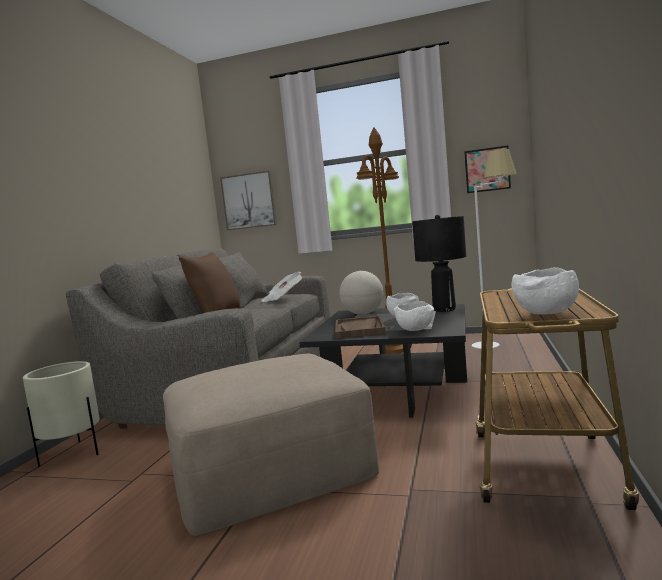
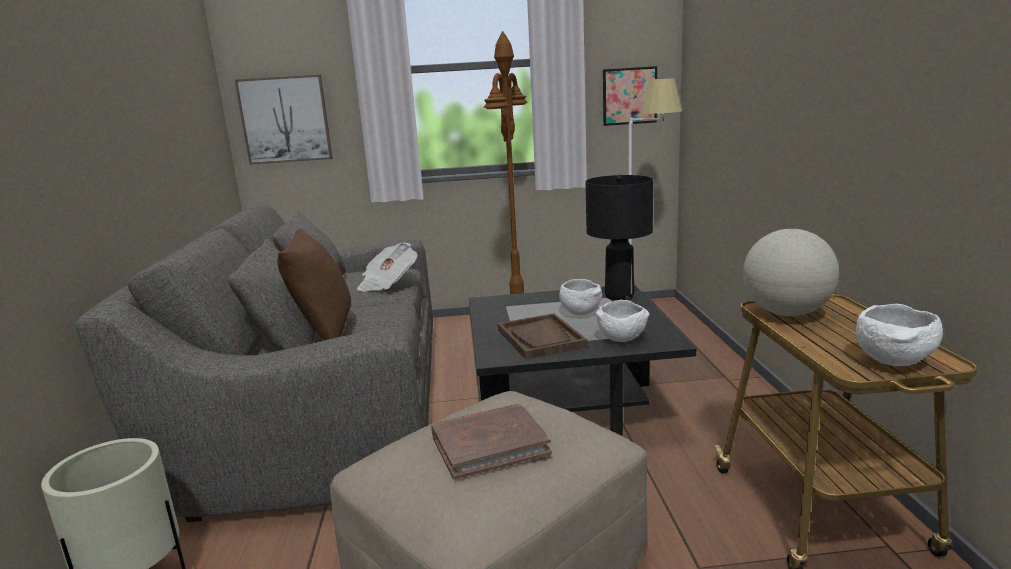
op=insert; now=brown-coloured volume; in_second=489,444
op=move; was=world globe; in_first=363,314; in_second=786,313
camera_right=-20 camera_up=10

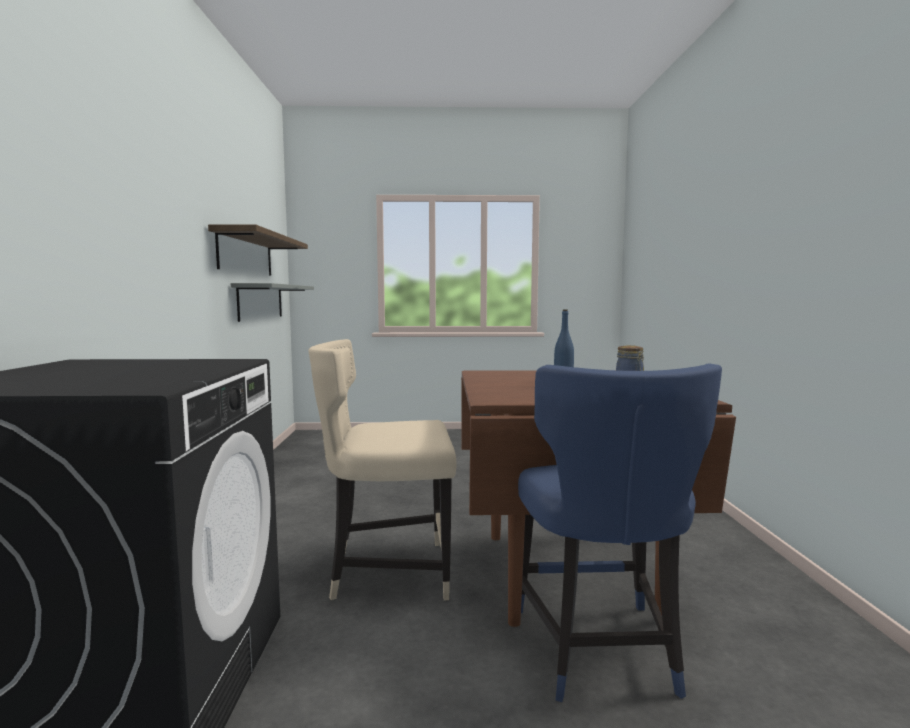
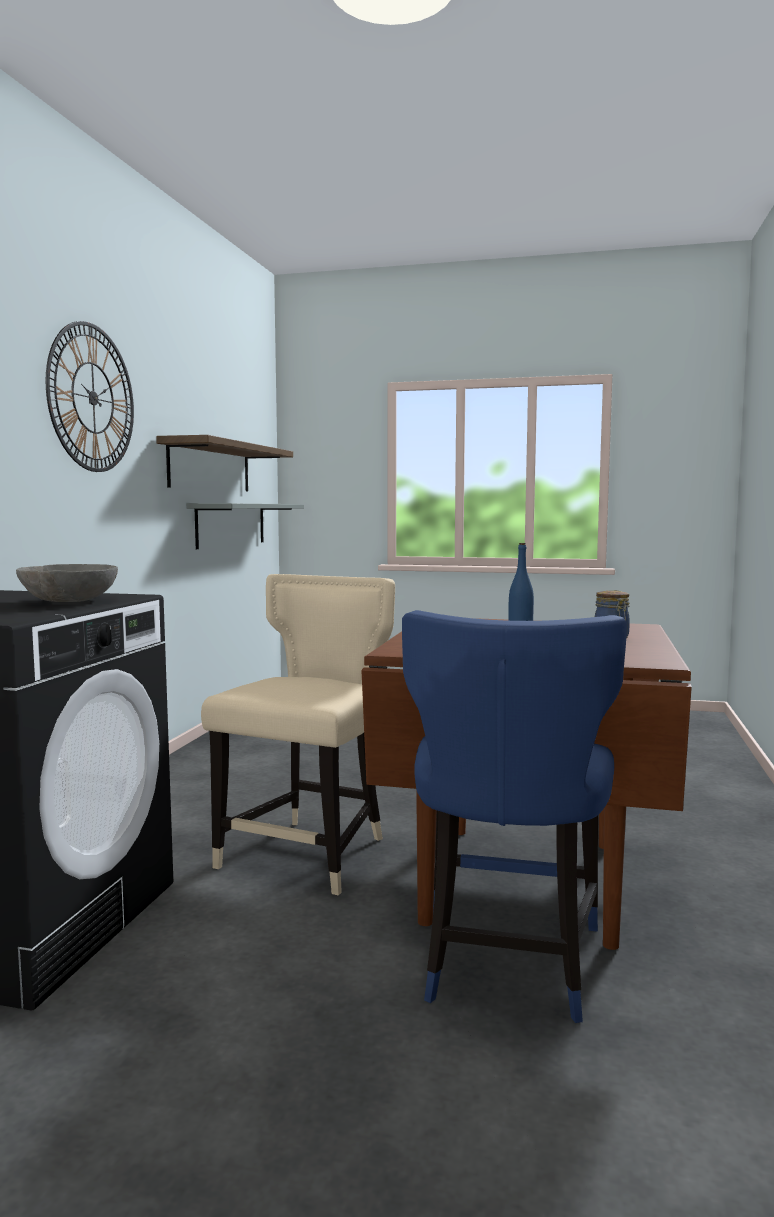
op=insert; now=gray serving bowl; in_second=70,601
op=insert; now=clock on the wall; in_second=92,398
op=rotate; was=sand-coloured upright chair; in_first=387,572; in_second=309,853; clockwise=105
camera_right=15 camera_up=0

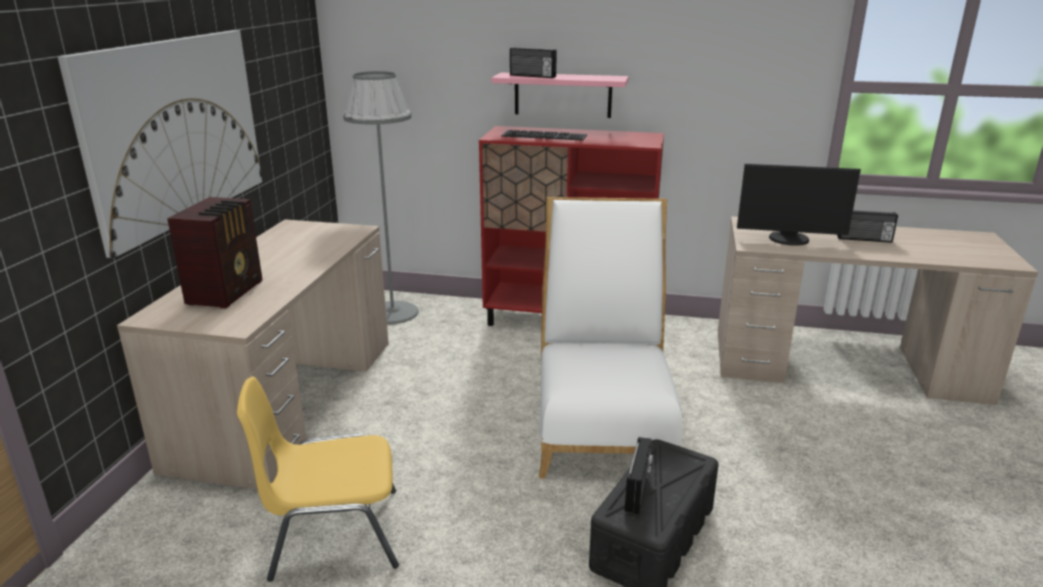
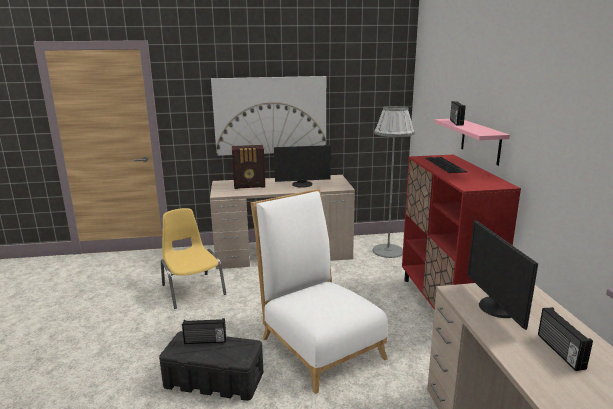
op=rotate; was=whitish upright chair; in_first=602,425; in_second=317,343; clockwise=-105
op=insert; now=computer screen; in_second=302,185
camera_right=70 camera_up=-5

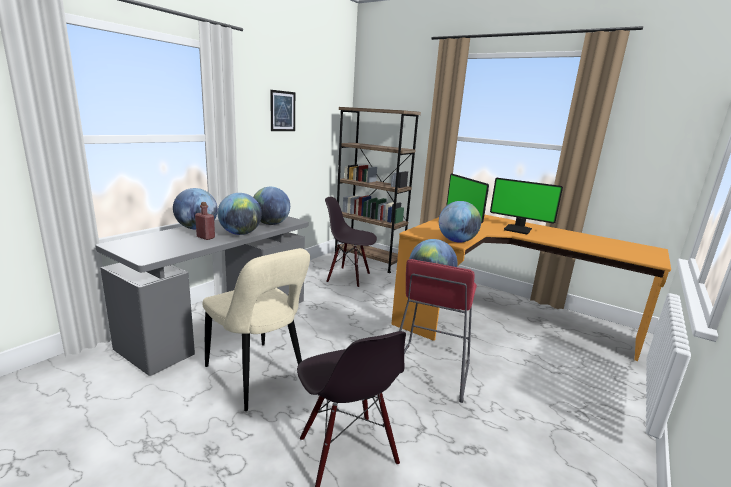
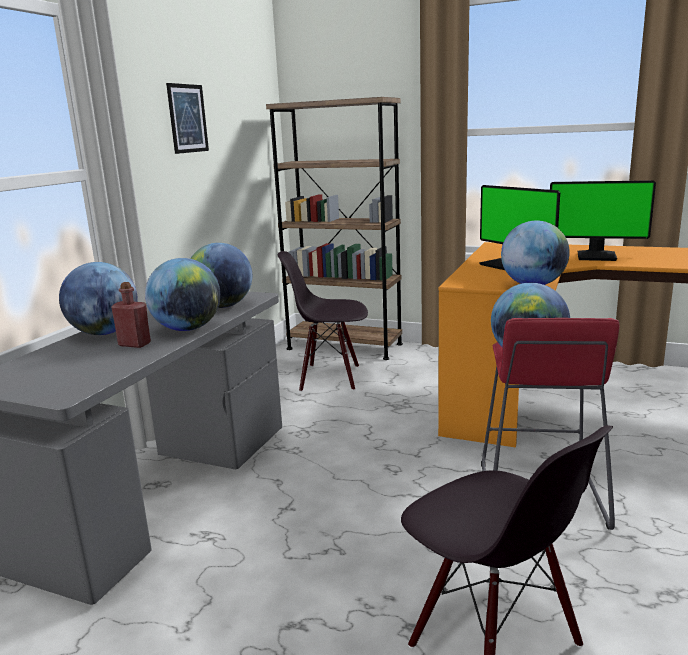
op=delete; was=sand-coloured upright chair; in_first=257,377
camera_right=-10 camera_up=0

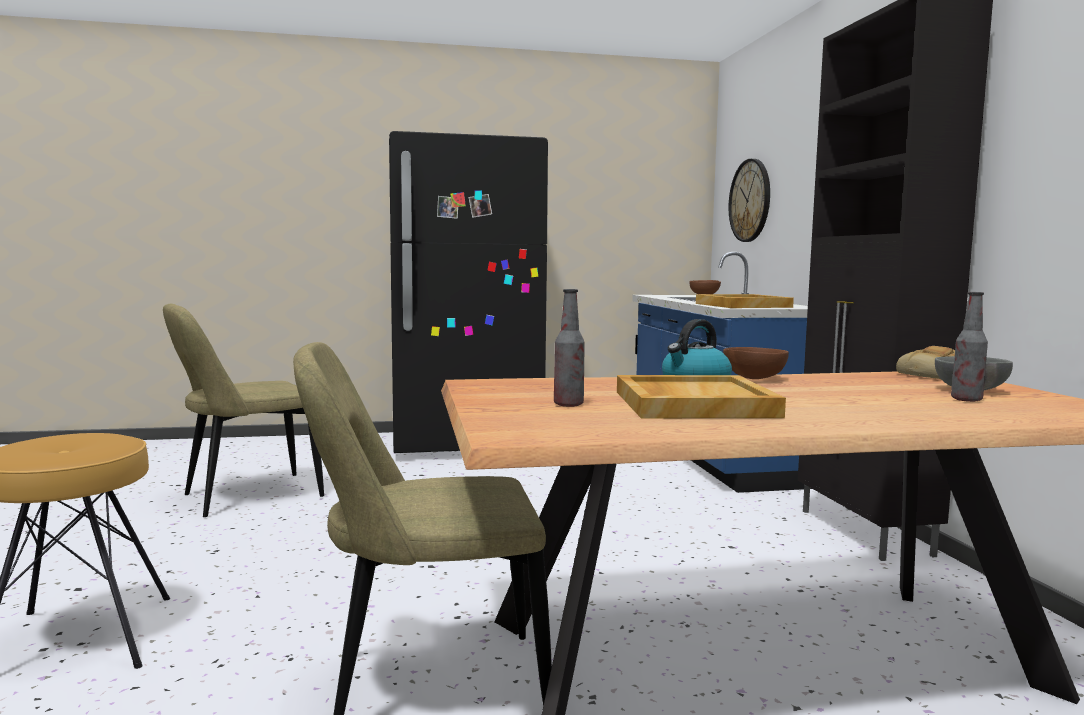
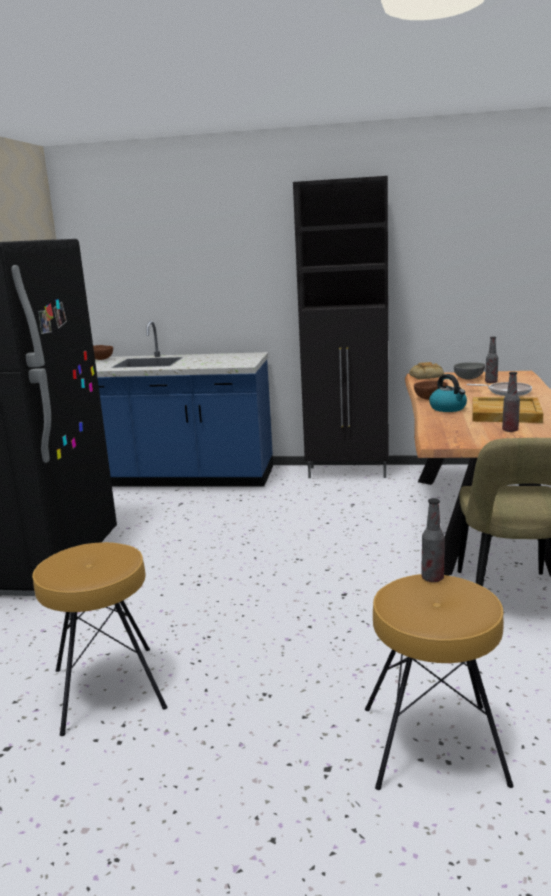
op=replace; was=sand-coloured upright chair; now=brown-coloured stool; in_first=246,497; in_second=107,688
op=insert; now=drink bottle; in_second=432,578
op=insert; now=pan; in_second=506,392
op=delete; was=sand-coloured tray; in_first=742,305
op=delete; was=clock on the wall; in_first=750,200
camera_right=-70 camera_up=10

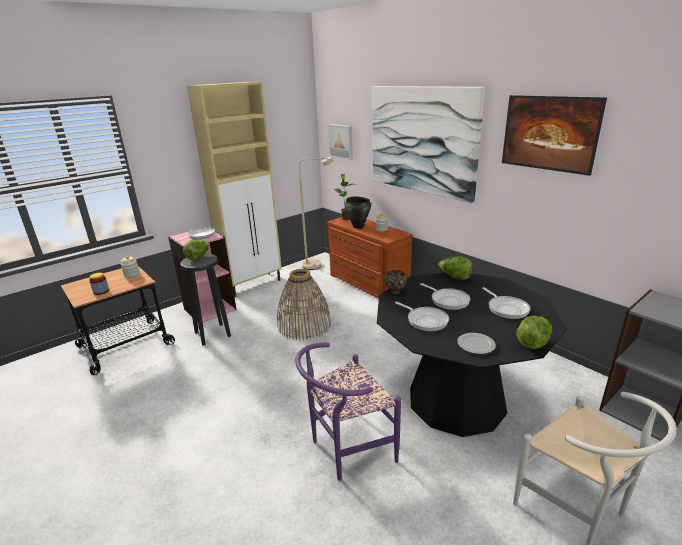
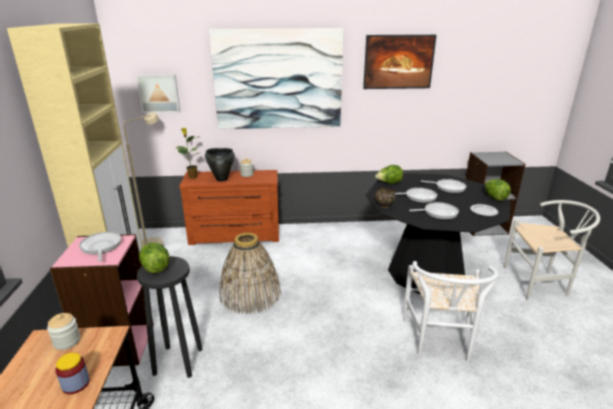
op=recolor; was=purple-coloured upright chair; now=whitish upright chair; in_first=346,449; in_second=439,343
camera_right=-55 camera_up=0

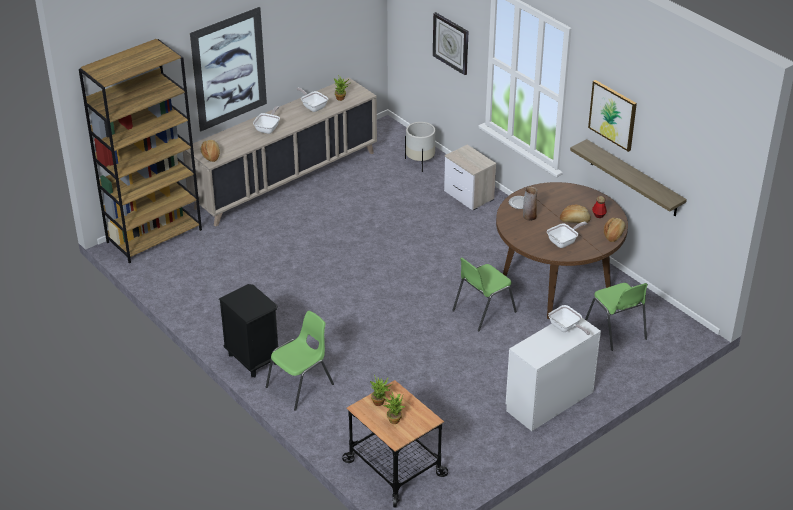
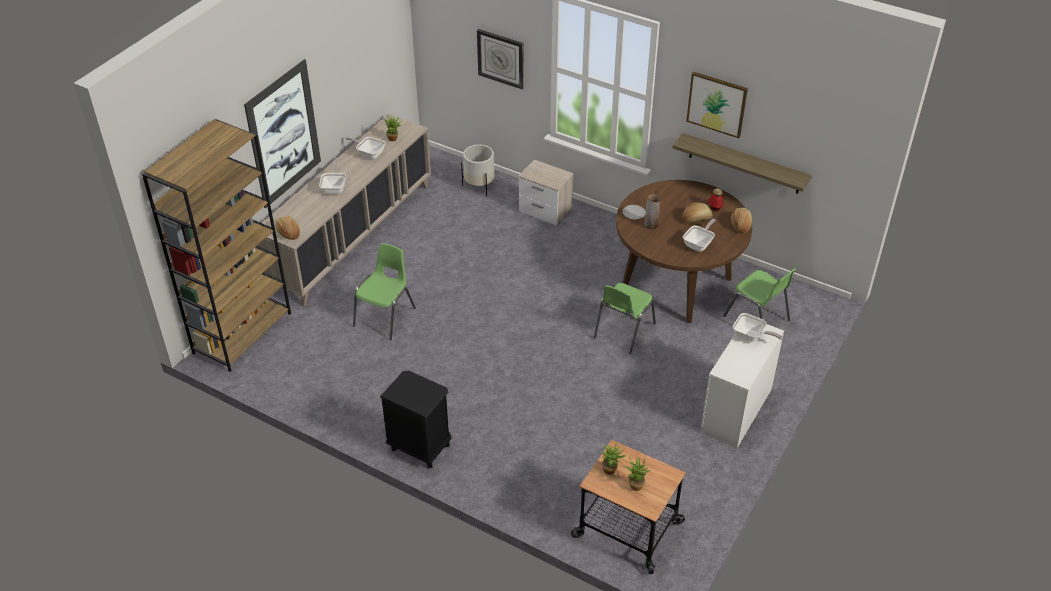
op=move; was=green-coloured upright chair; in_first=301,386; in_second=386,317
camera_right=-20 camera_up=5

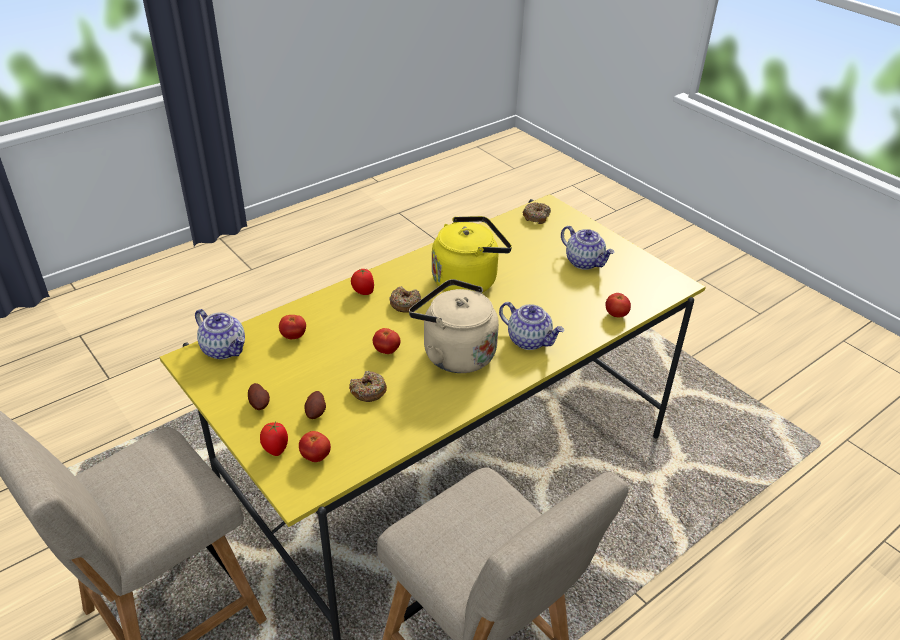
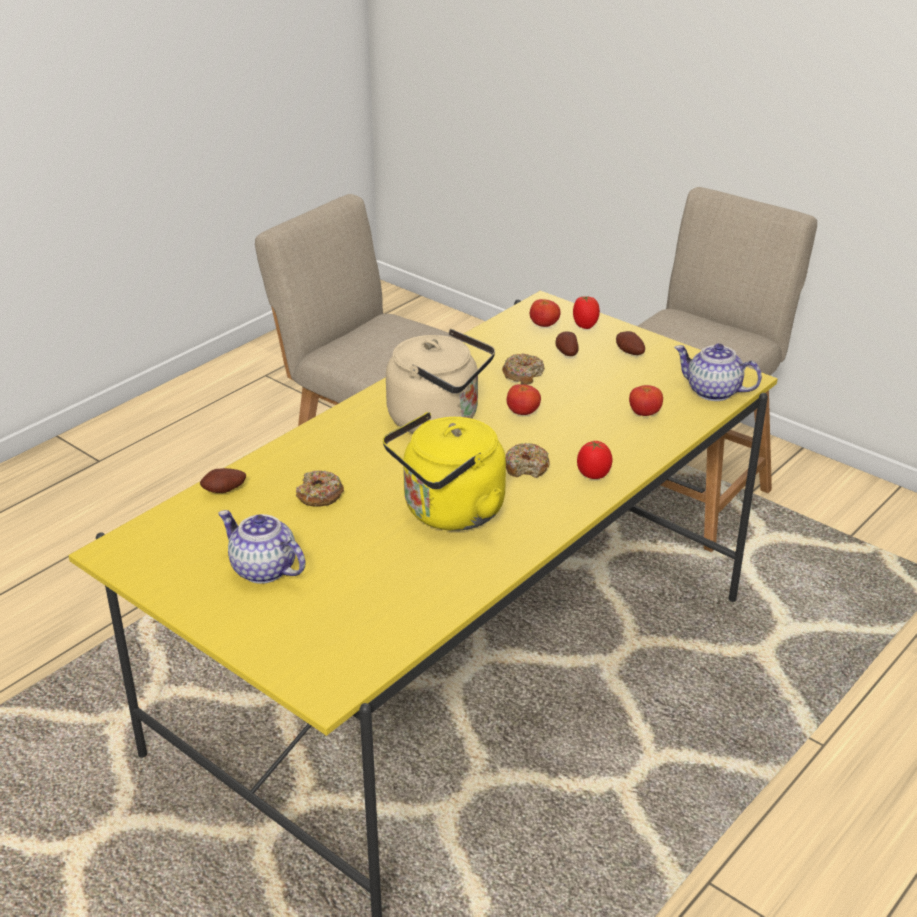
op=replace; was=fresh tomato; now=spud; in_first=616,315; in_second=224,491
op=move; was=doughnut; in_first=536,217; in_second=319,495
op=delete; was=tea pot; in_first=529,340
camera_right=170 camera_up=-5

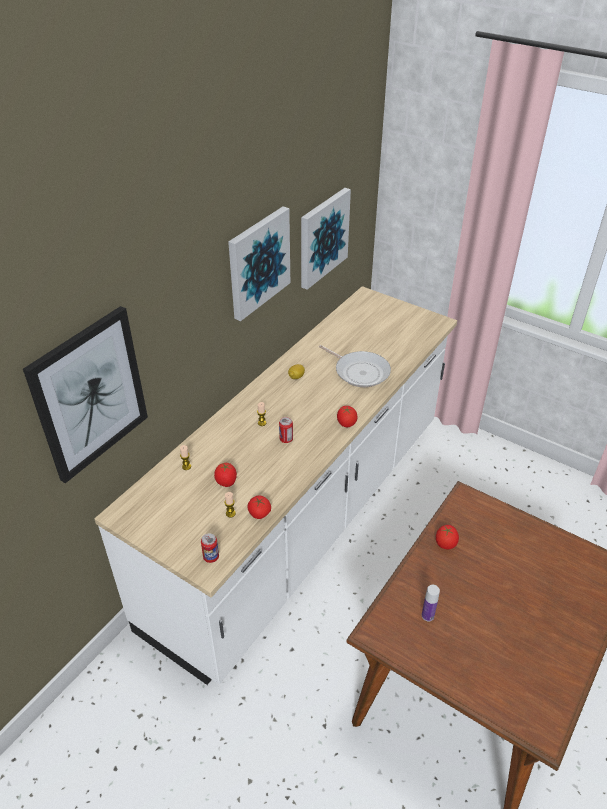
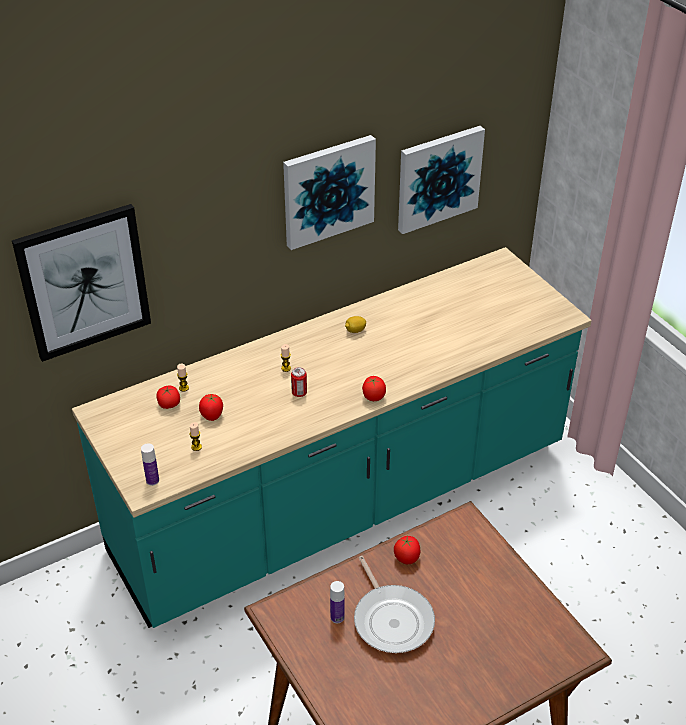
op=recolor; was=whitish kitchen base unit; now=turquoise-coloured kitchen base unit; in_first=303,519; in_second=343,502
op=replace; was=metal can; now=drink bottle; in_first=211,557; in_second=152,480
op=move; was=fresh tomato; in_first=259,513; in_second=169,404
op=move; was=pan; in_first=359,371; in_second=392,619
camera_right=25 camera_up=0

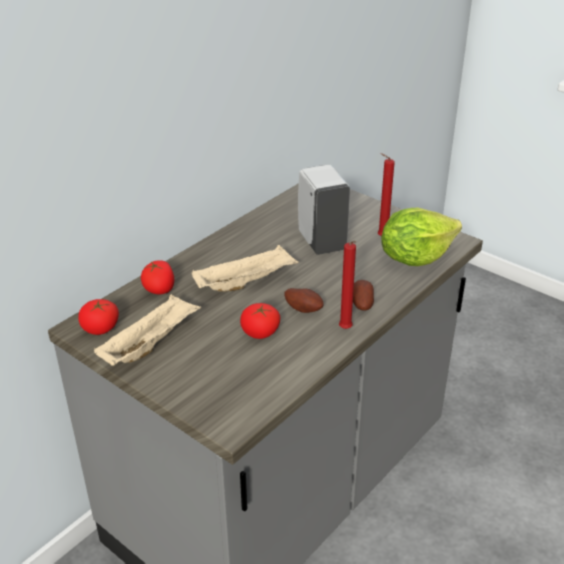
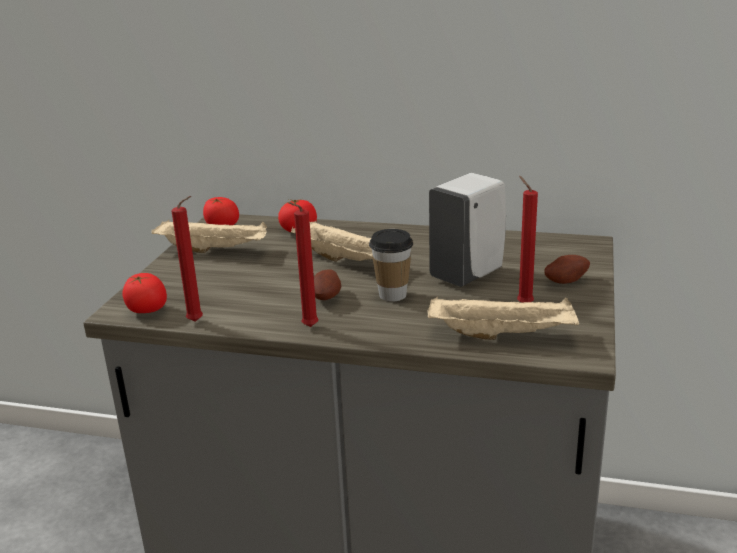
op=move; was=fresh tomato; in_first=260,333; in_second=147,310
op=insert; now=red-coloured wax candle; in_second=198,321
op=insert; now=small cup; in_second=392,295
op=replace; was=lettuce; now=sand-coloured tray; in_first=415,257; in_second=503,334
op=move; was=spud; in_first=360,304; in_second=565,281
camera_right=65 camera_up=-10

